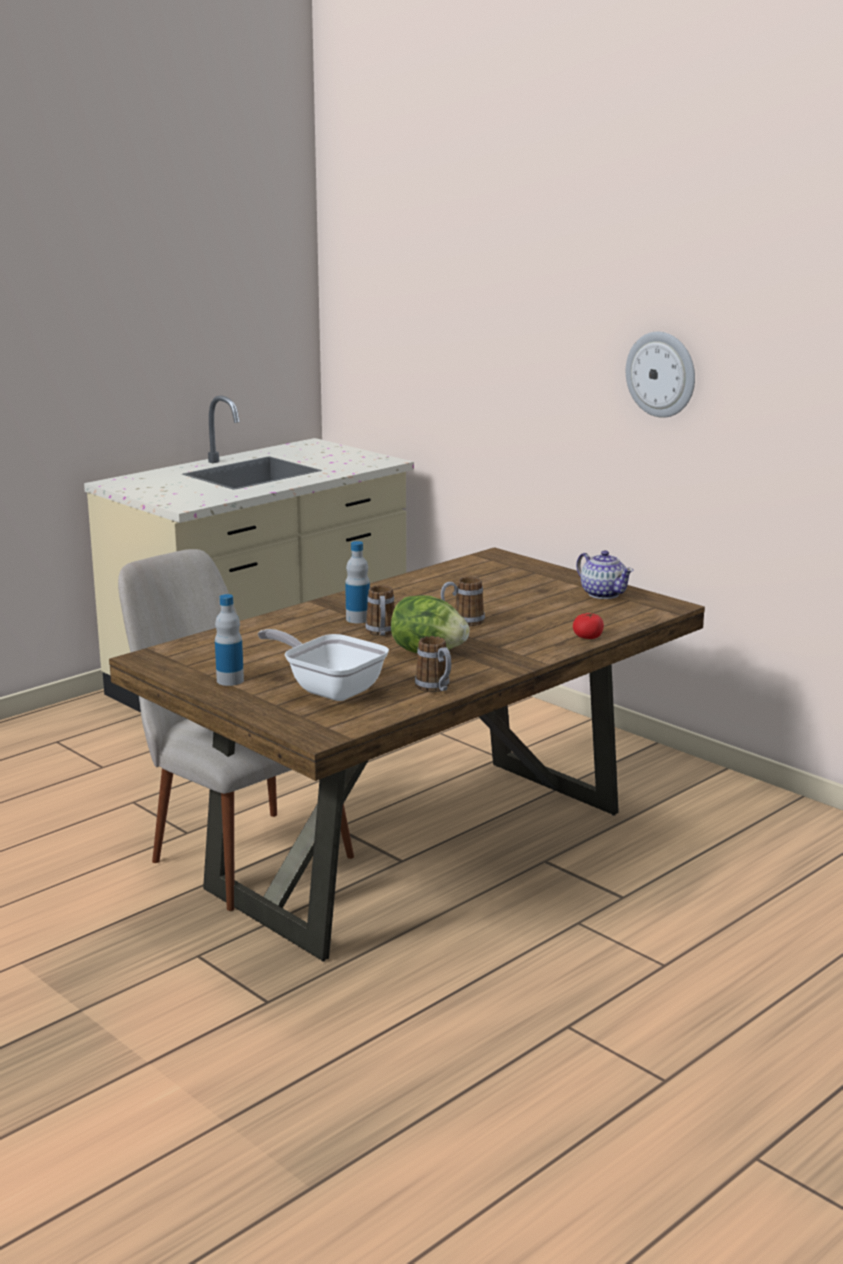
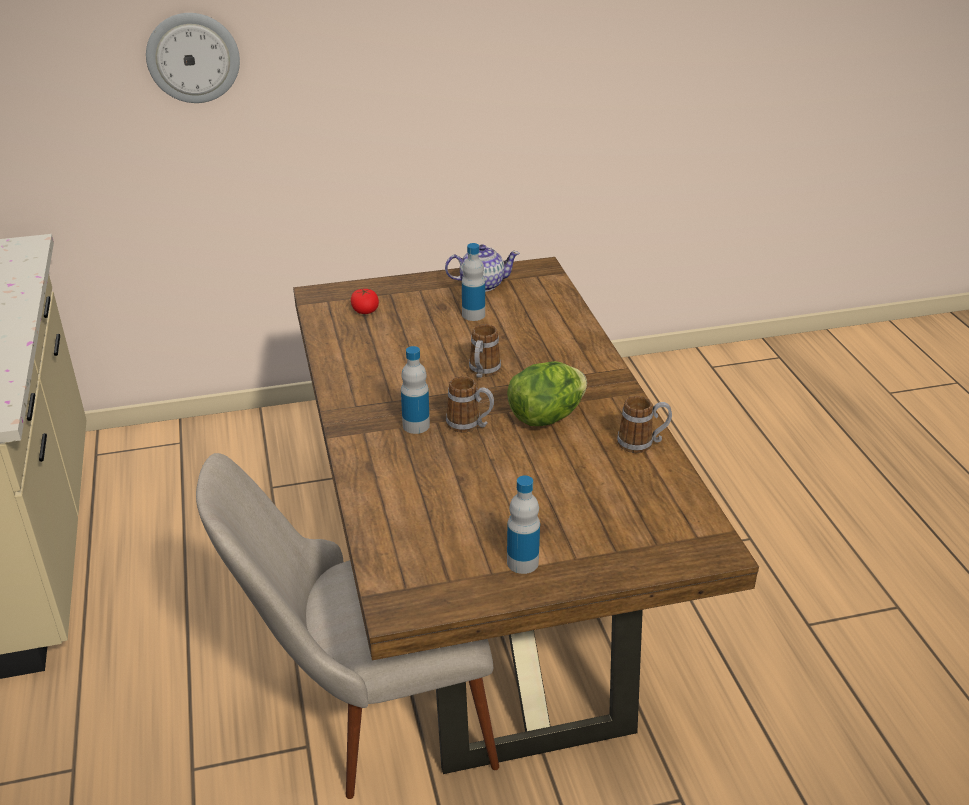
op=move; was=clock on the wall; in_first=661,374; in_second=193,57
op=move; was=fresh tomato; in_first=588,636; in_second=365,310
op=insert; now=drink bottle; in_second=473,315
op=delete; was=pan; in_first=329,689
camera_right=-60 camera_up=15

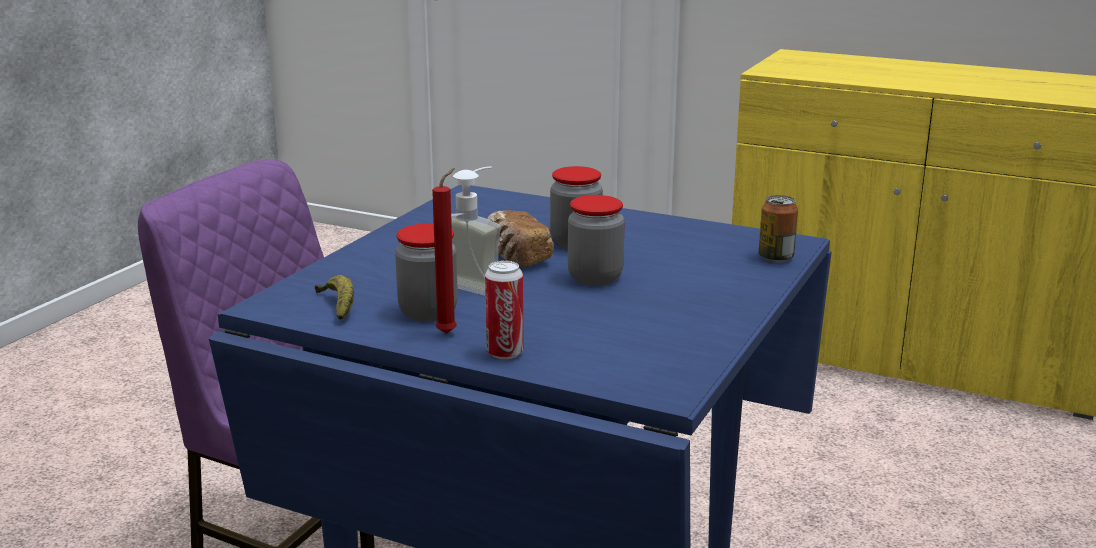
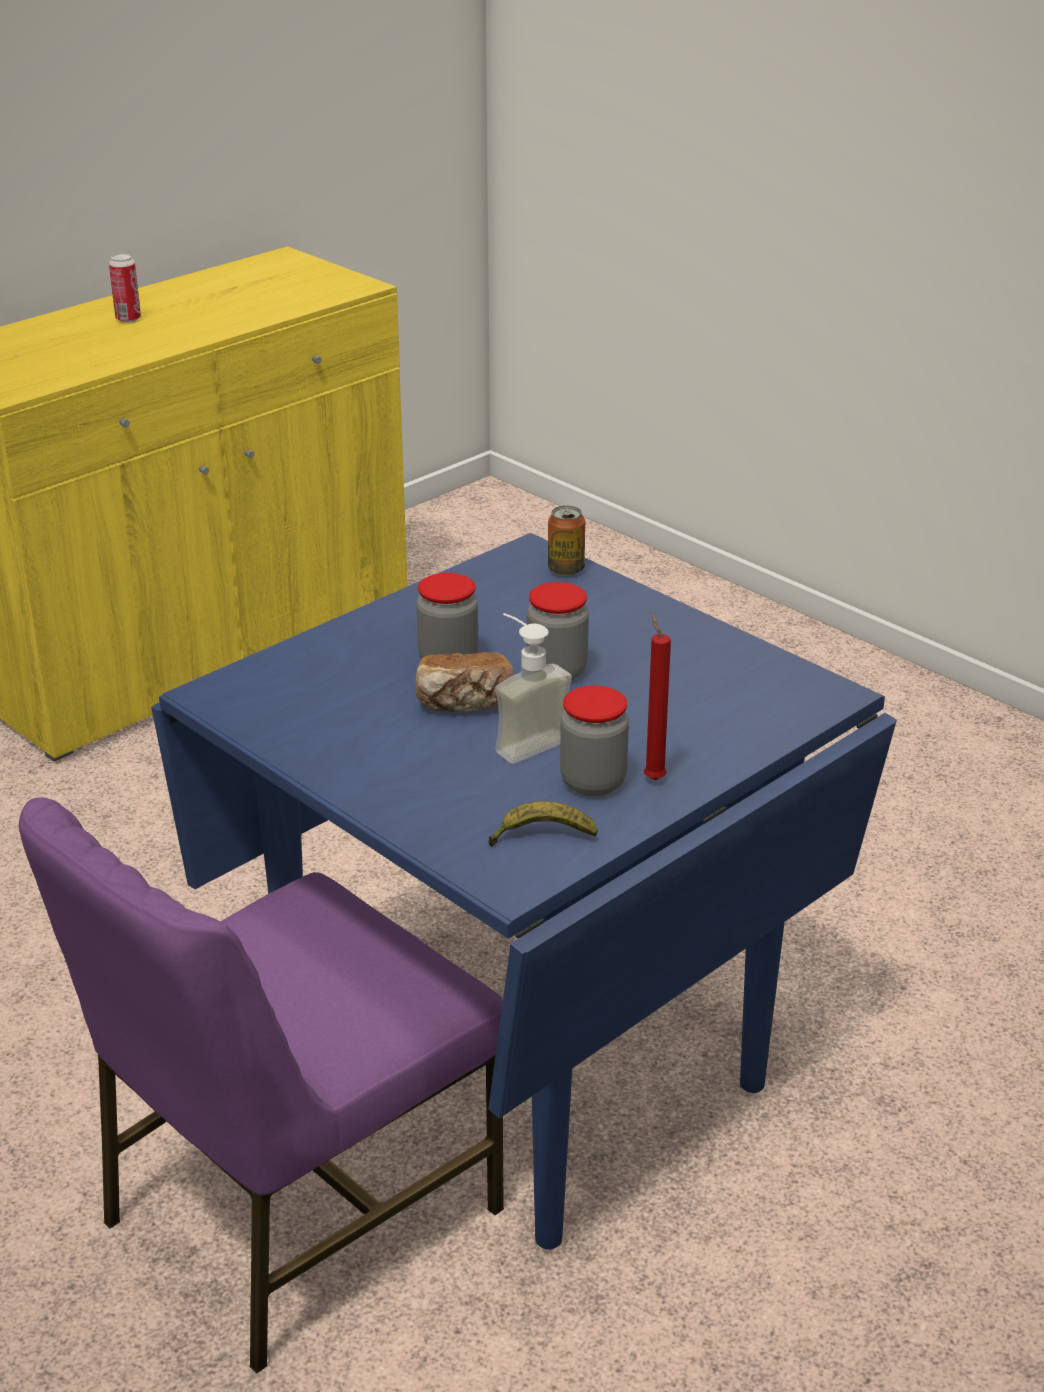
op=move; was=metal can; in_first=505,353; in_second=128,319
camera_right=-70 camera_up=10

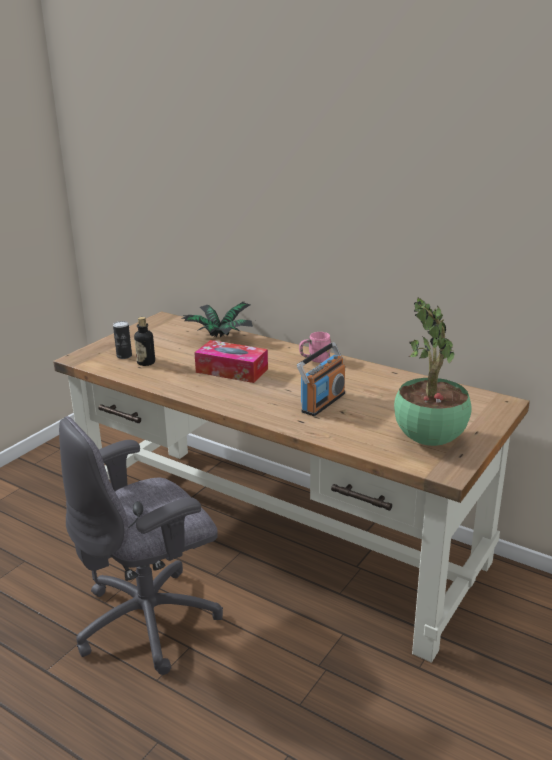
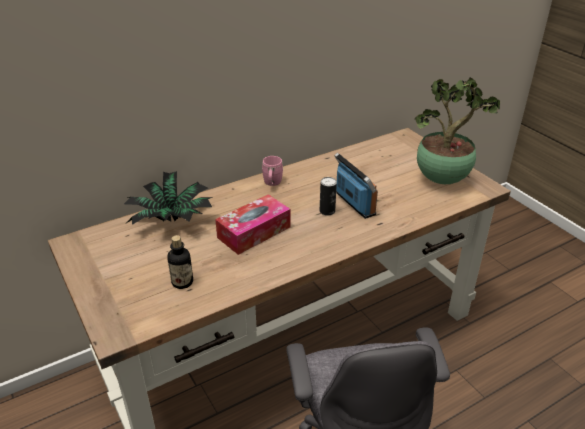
op=move; was=metal can; in_first=124,356; in_second=327,211
camera_right=-65 camera_up=10

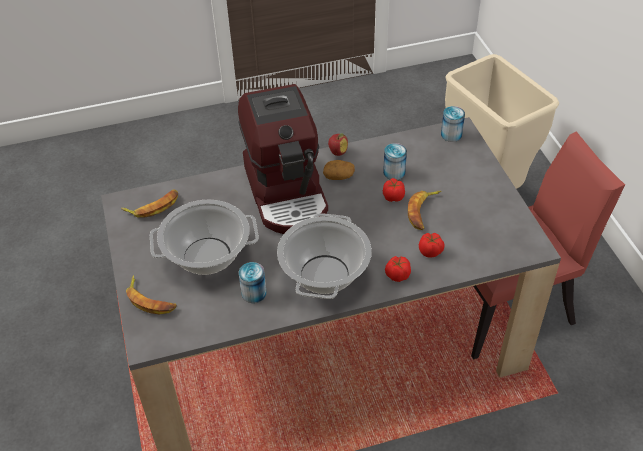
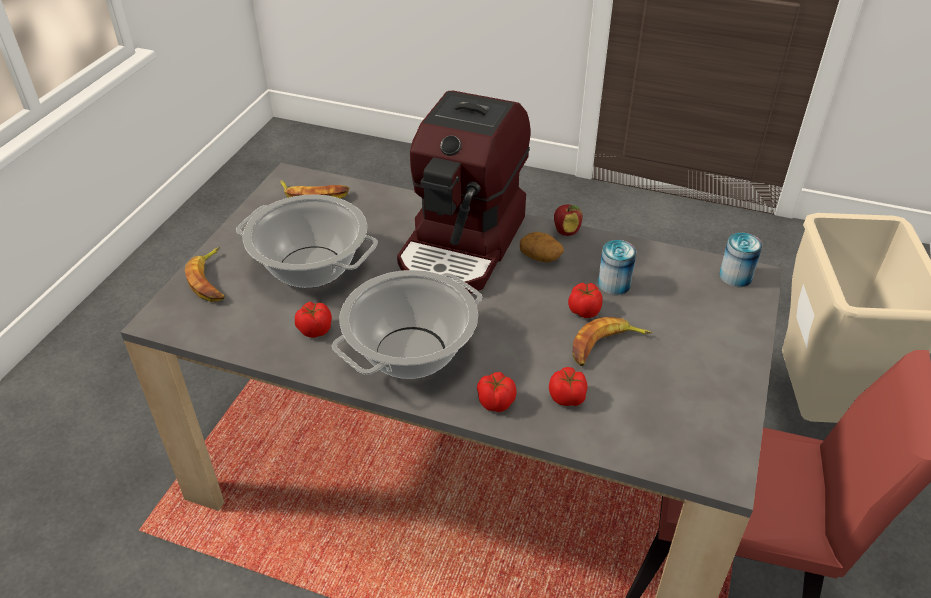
op=replace; was=metal can; now=fresh tomato; in_first=254,293; in_second=314,330
camera_right=35 camera_up=-5

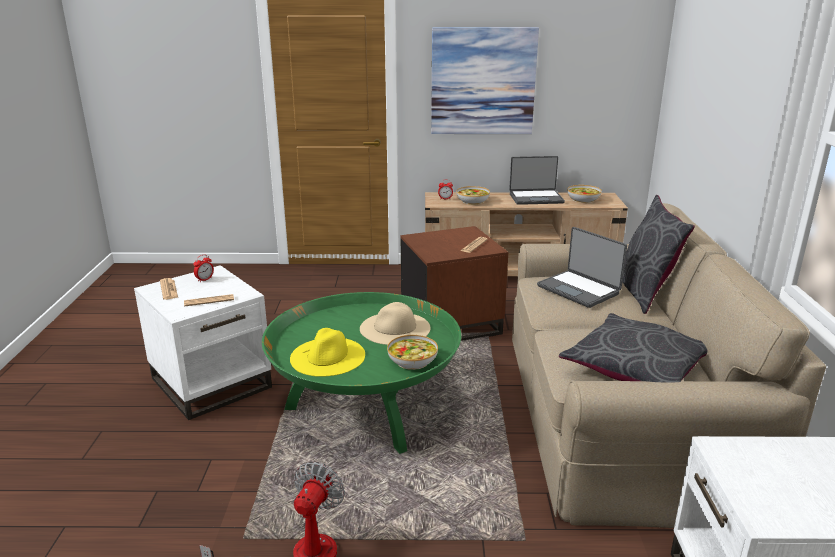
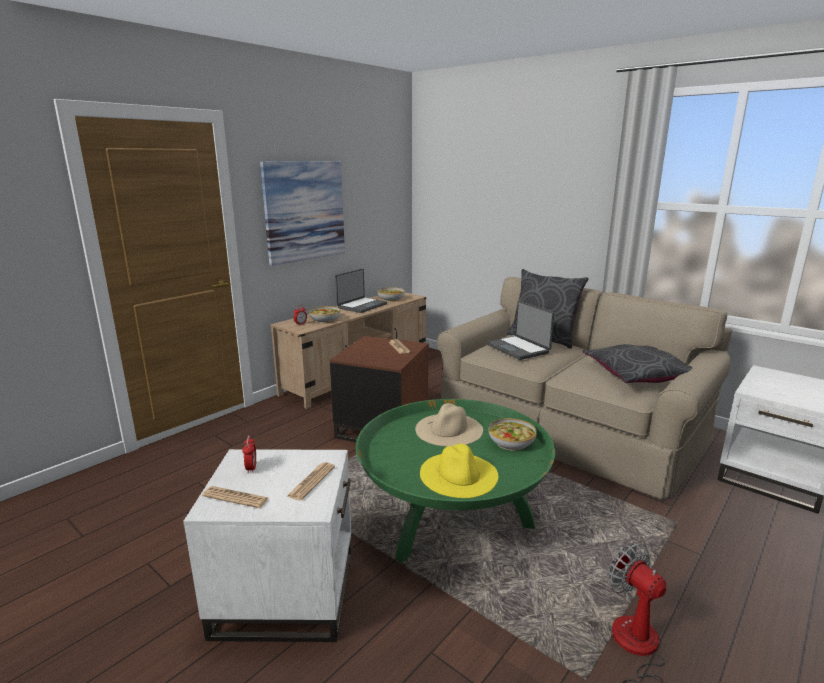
op=rotate; was=notebook computer; in_first=579,289; in_second=519,348; clockwise=60
camera_right=-50 camera_up=-5

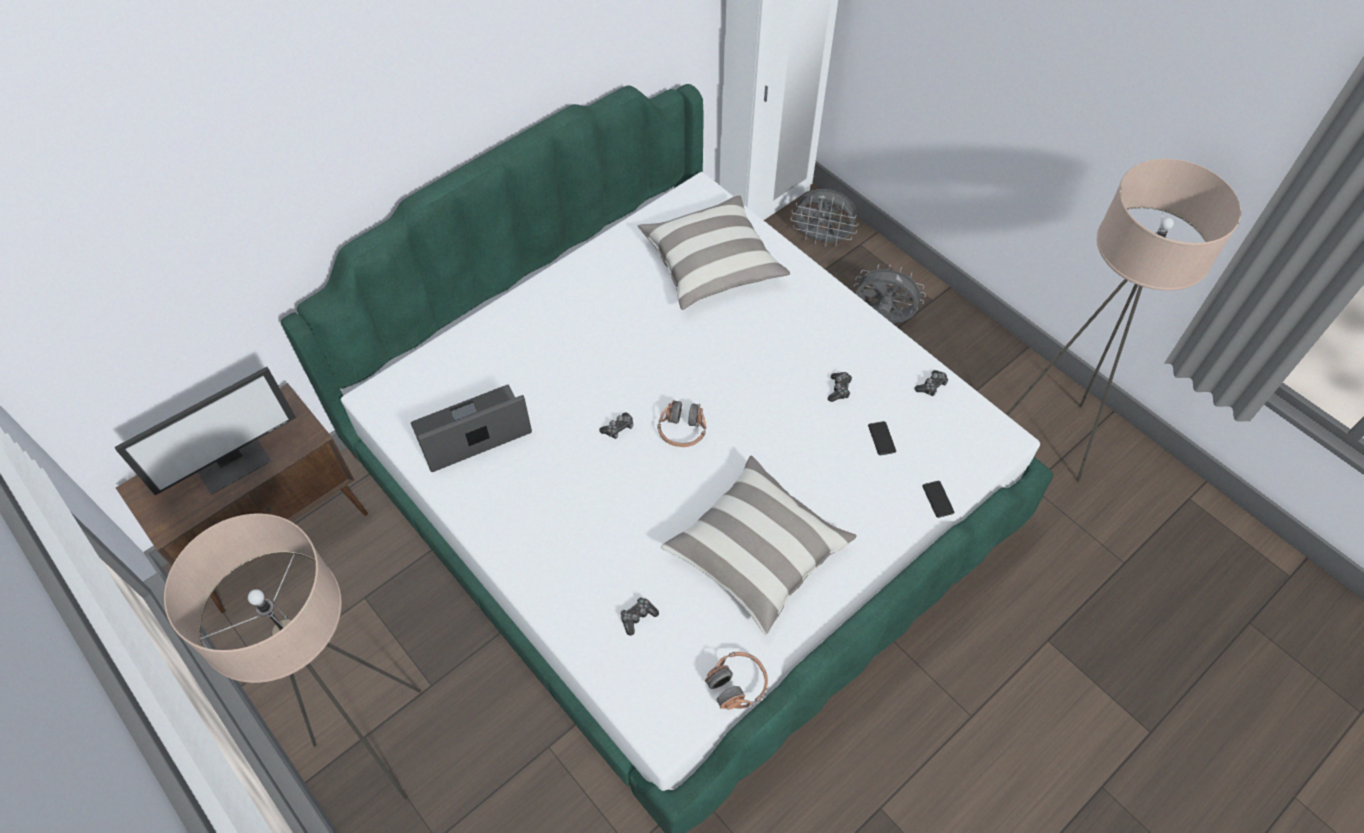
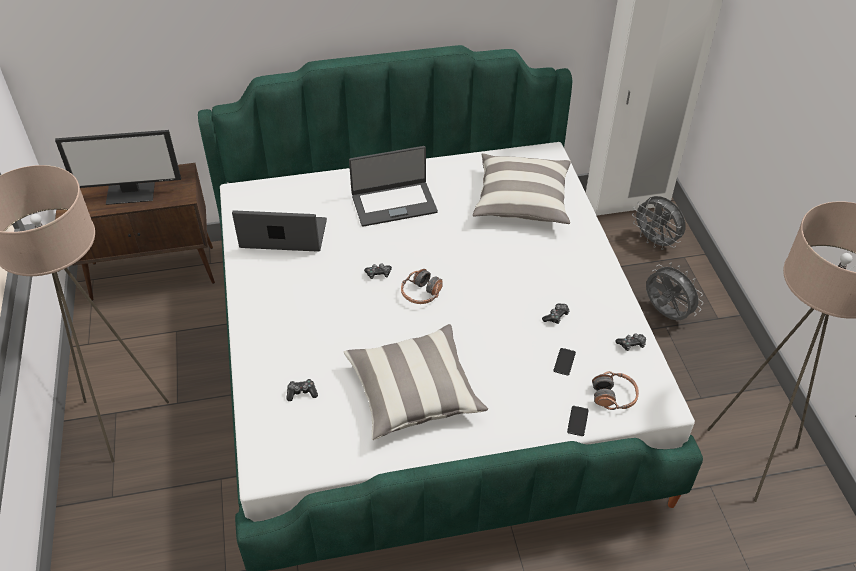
op=insert; now=notebook computer; in_second=394,203
op=move; was=headset; in_first=737,684; in_second=614,396
camera_right=30 camera_up=-10

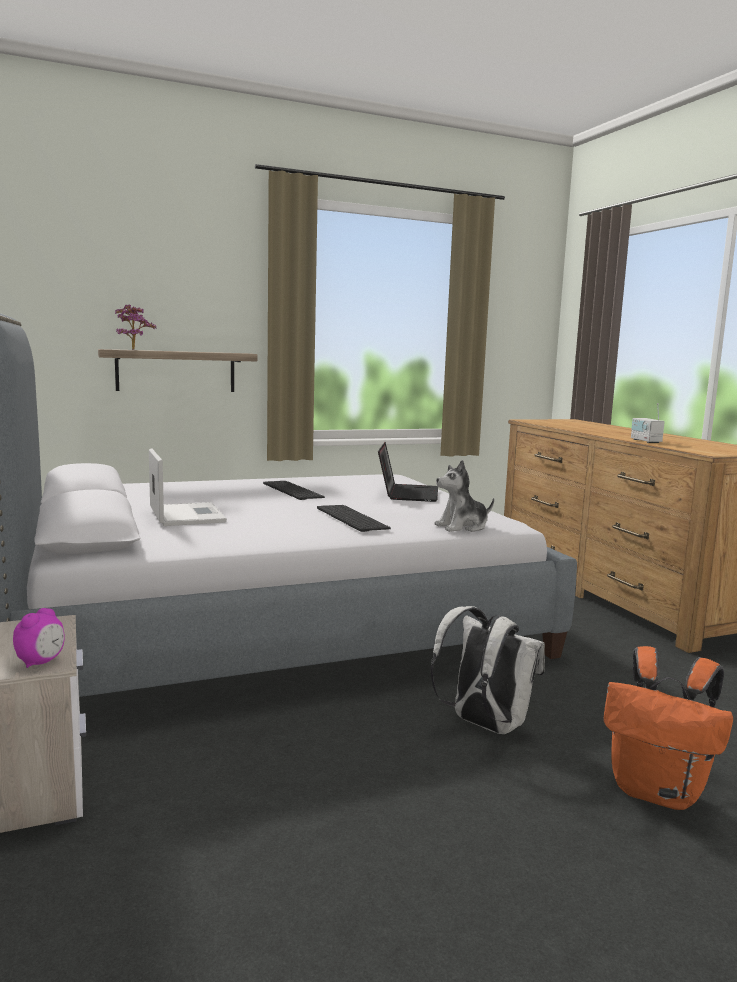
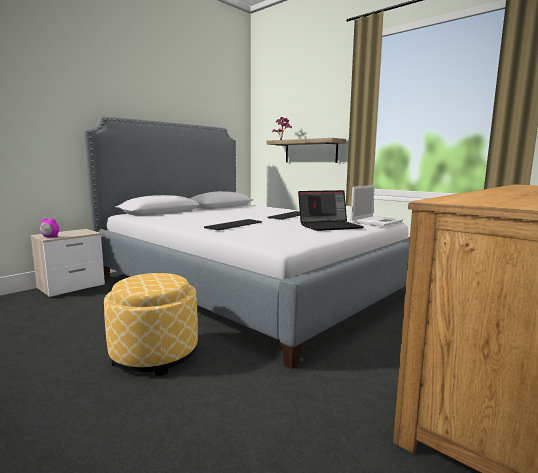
op=replace; was=whitish rucksack; now=footrest; in_first=484,725; in_second=154,354
op=move; was=notebook computer; in_first=186,515; in_second=377,221
op=delete; was=soft toy; in_first=462,527
op=delete; was=orange-coloured rucksack; in_first=658,791
op=delete; was=radio set; in_first=645,441
camera_right=65 camera_up=0

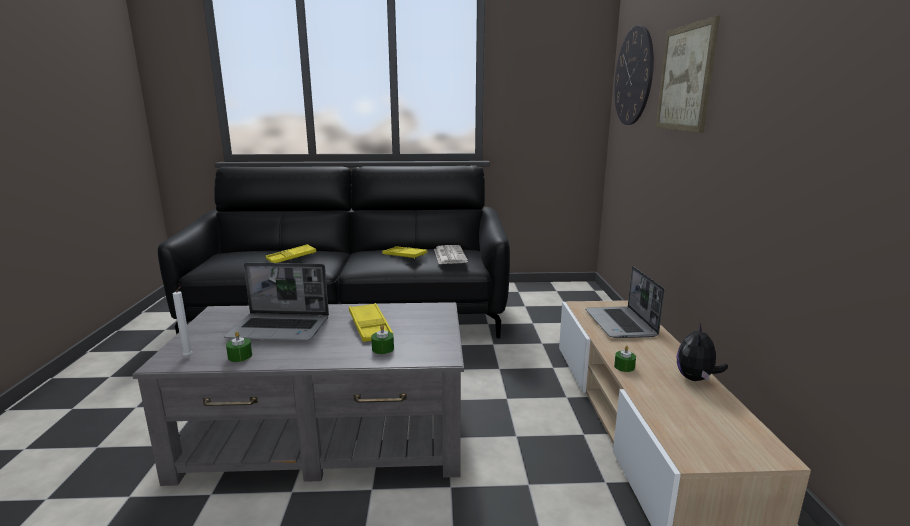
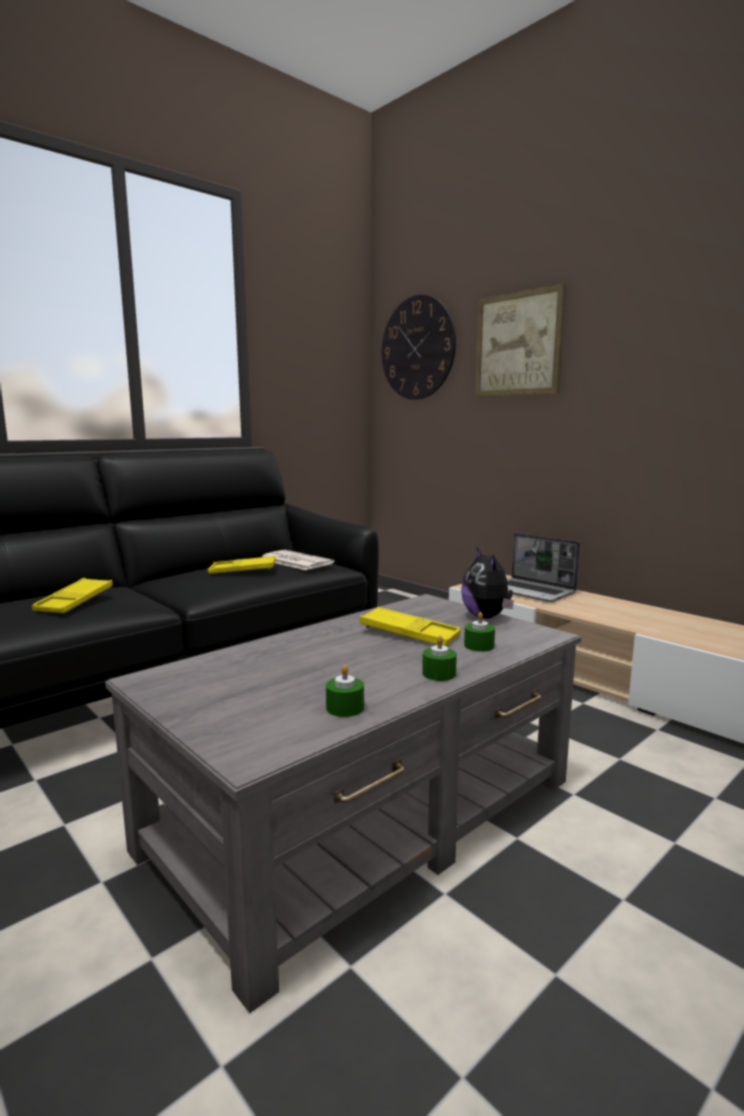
op=move; was=green-coloured wax candle; in_first=624,367; in_second=439,674
op=move; was=soft toy; in_first=696,379; in_second=487,617
op=delete; was=whitish wax candle; in_first=188,357
op=delete; was=notebook computer; in_first=281,328
camera_right=-40 camera_up=-5

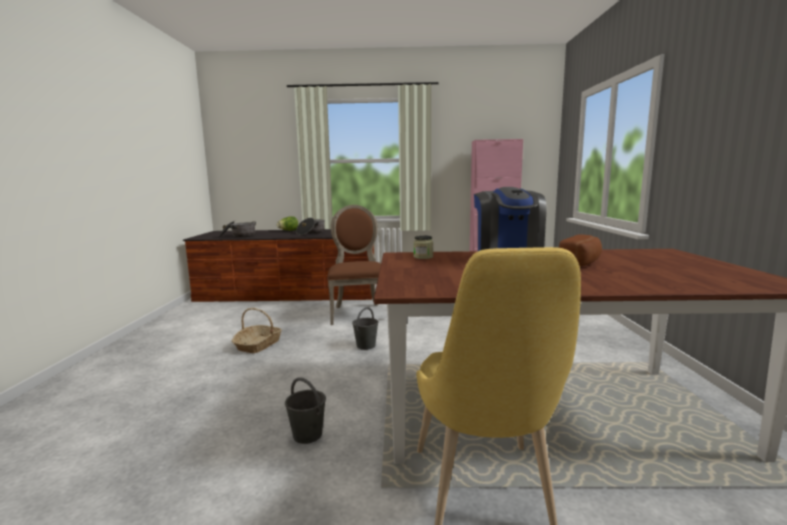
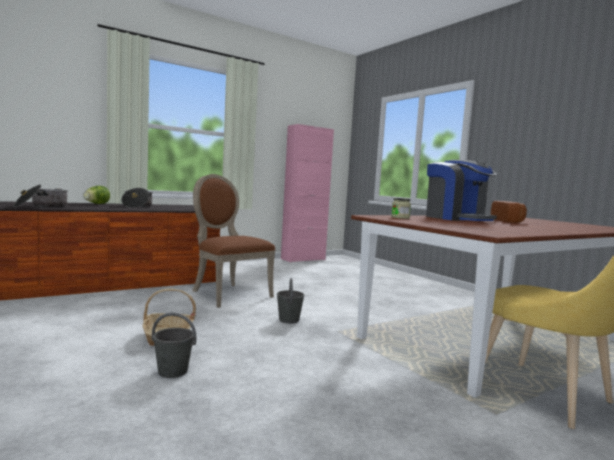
op=move; was=gray pail; in_first=308,435; in_second=173,371
camera_right=-35 camera_up=-5

